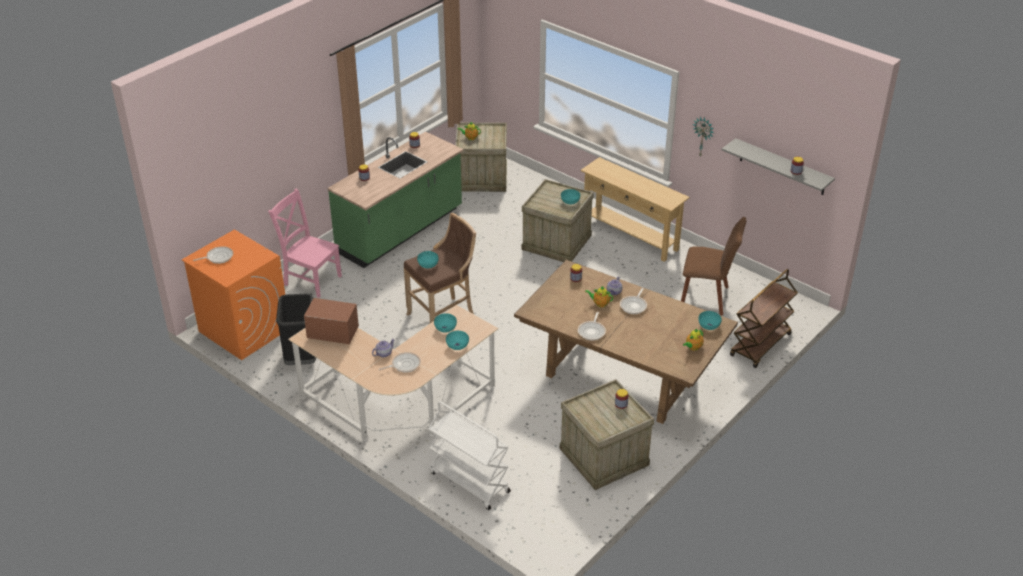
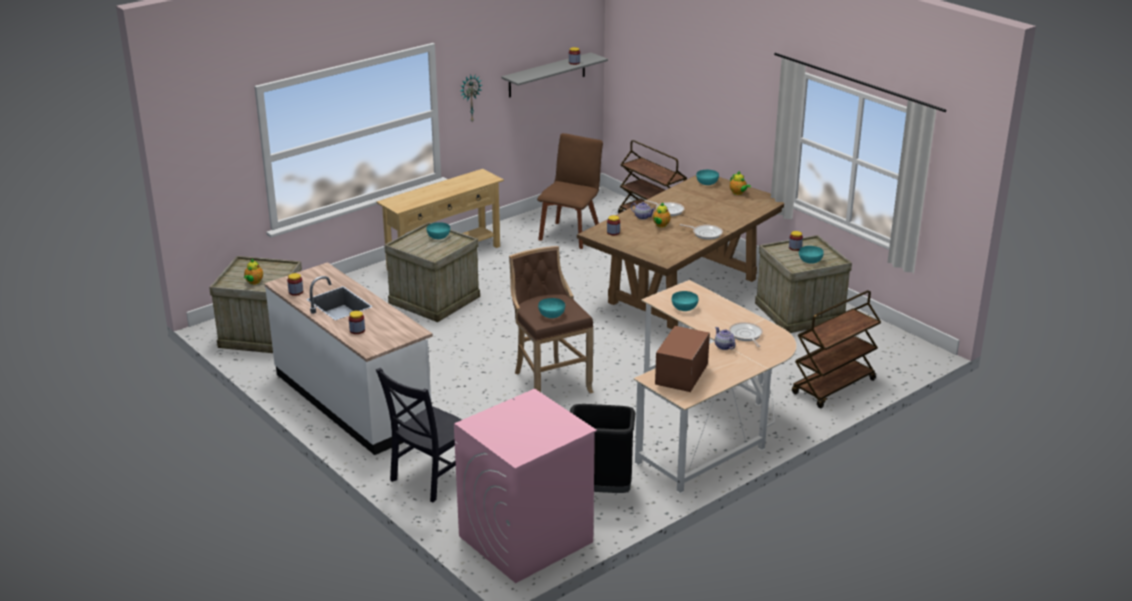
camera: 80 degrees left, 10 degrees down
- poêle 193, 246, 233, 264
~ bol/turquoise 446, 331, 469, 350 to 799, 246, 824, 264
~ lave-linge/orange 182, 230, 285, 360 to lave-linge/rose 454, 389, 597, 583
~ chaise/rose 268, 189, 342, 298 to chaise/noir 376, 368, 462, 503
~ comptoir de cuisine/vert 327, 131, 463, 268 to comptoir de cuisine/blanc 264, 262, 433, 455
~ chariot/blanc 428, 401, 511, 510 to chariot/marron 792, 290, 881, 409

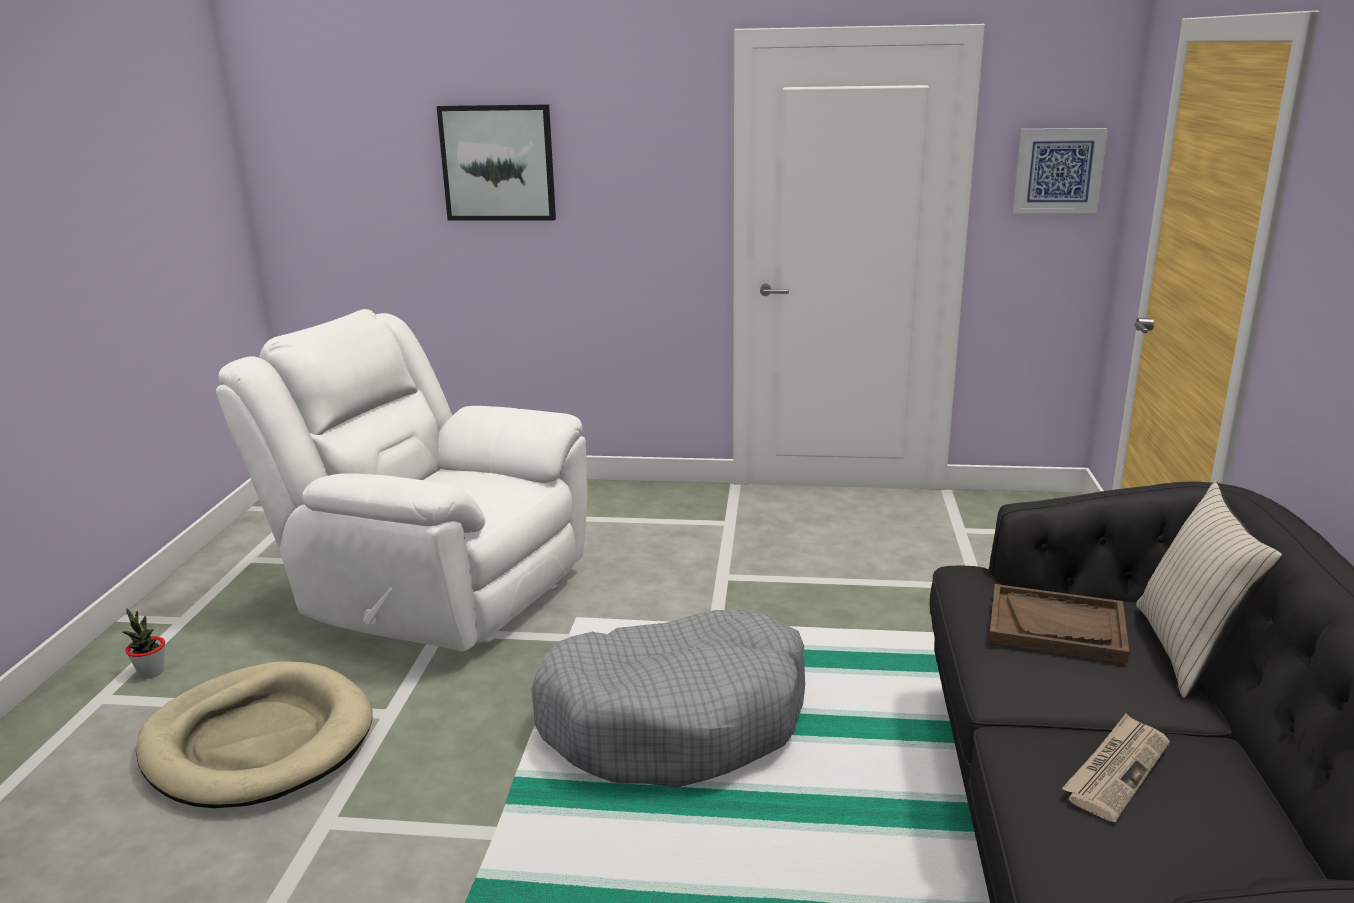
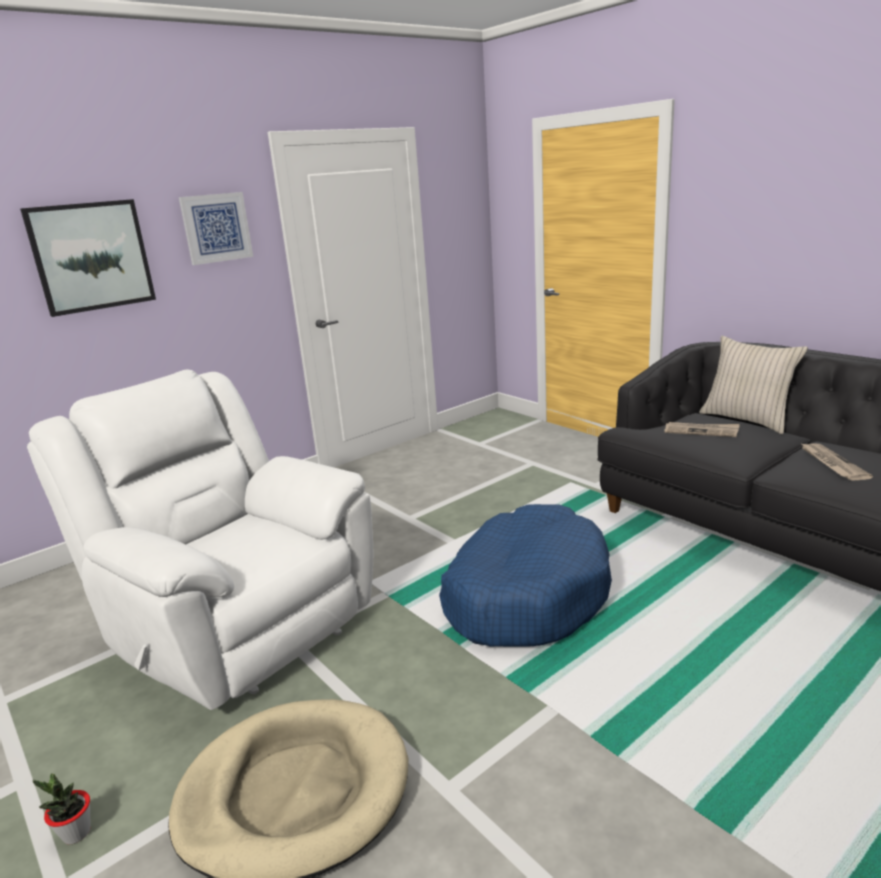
camera: 45 degrees left, 0 degrees up
~ tableau 1013, 128, 1108, 213 to 179, 192, 253, 265
~ plateau/marron 989, 584, 1129, 663 to journal 664, 422, 740, 437
~ panier pour chien/gris 531, 610, 805, 788 to panier pour chien/bleu 439, 504, 612, 647
~ fauteuil/blanc 216, 309, 587, 651 = 27, 370, 373, 710 60 degrees clockwise

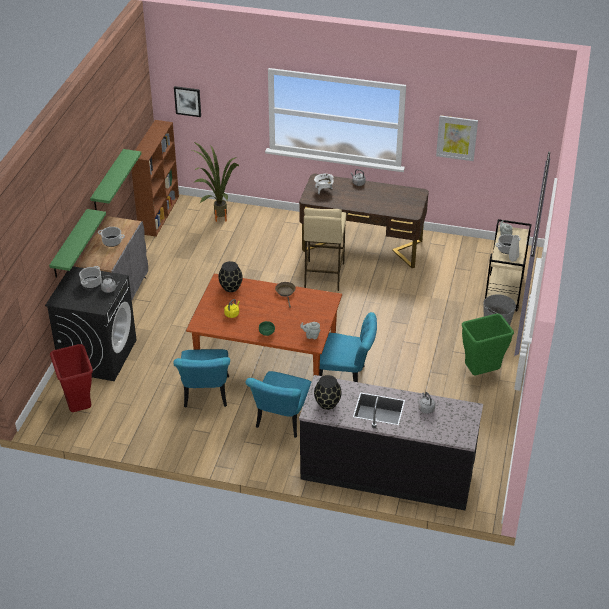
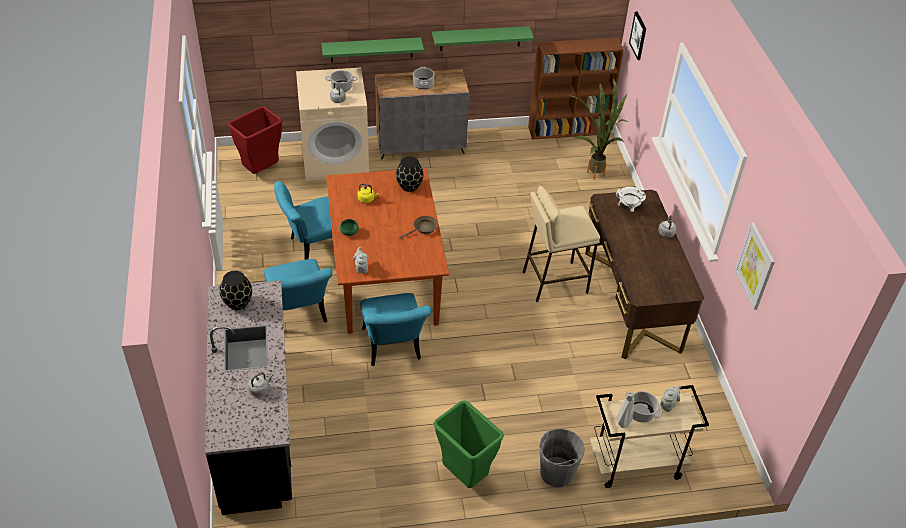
camera: 65 degrees right, 5 degrees up
~ lave-linge/noir 45, 266, 137, 381 to lave-linge/beige 296, 68, 369, 181
~ chaise/turquoise 245, 371, 311, 438 = 264, 259, 332, 323 105 degrees counterclockwise

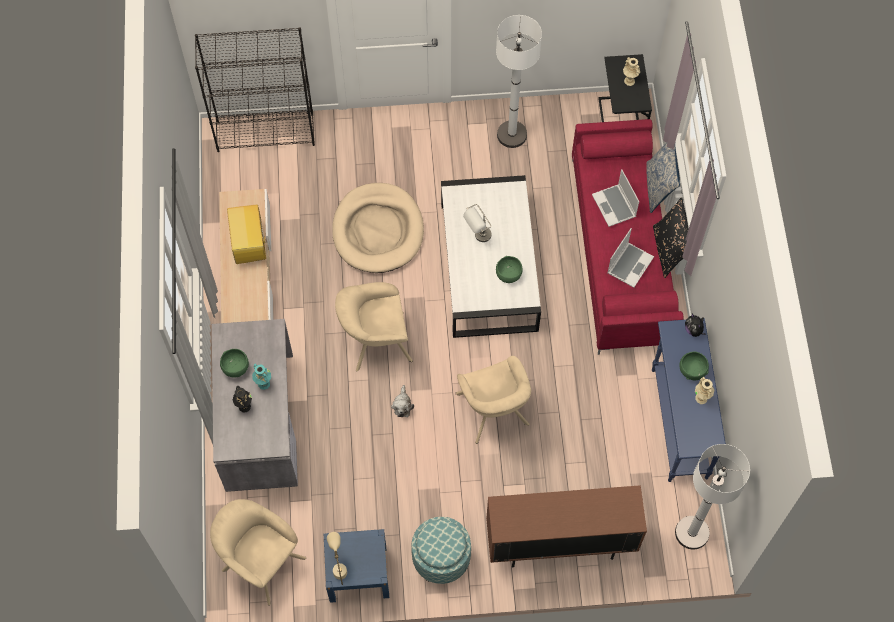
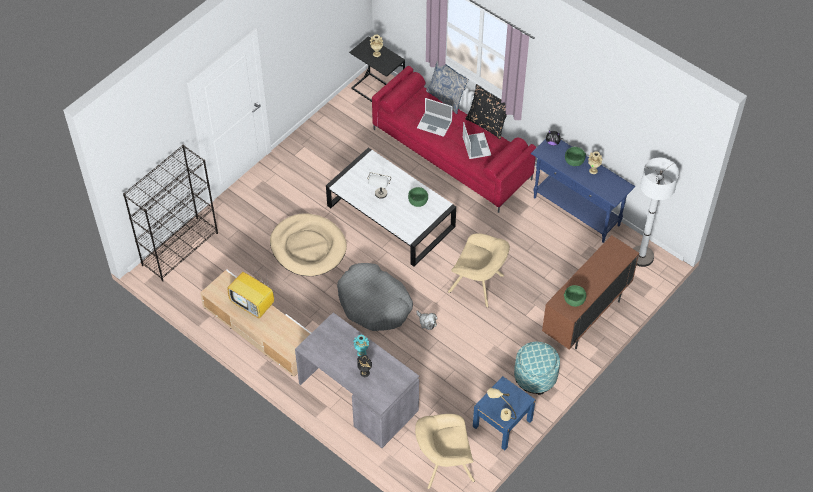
camera: 45 degrees left, 10 degrees down
- lampadaire/blanc 496, 15, 542, 148
~ bol/vert 220, 349, 249, 378 to 564, 285, 586, 307
~ fauteuil/beige 335, 282, 413, 371 to panier pour chien/gris 337, 263, 413, 331

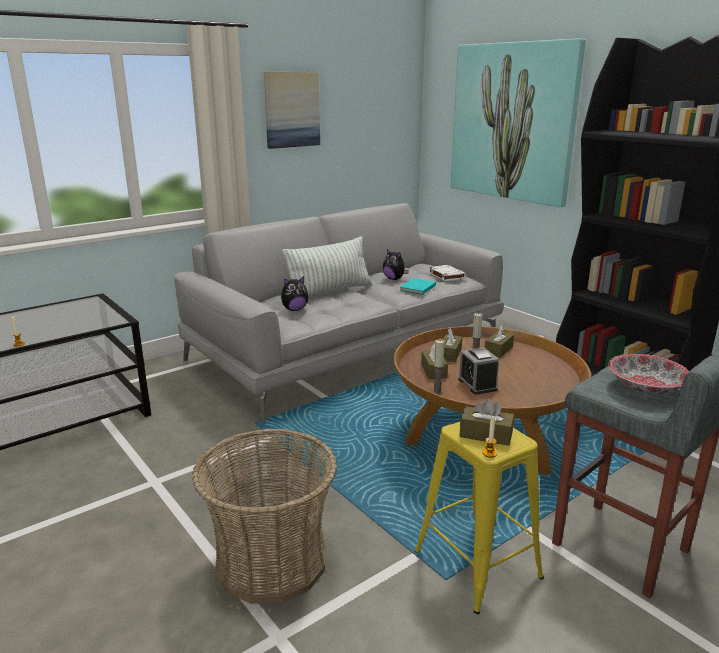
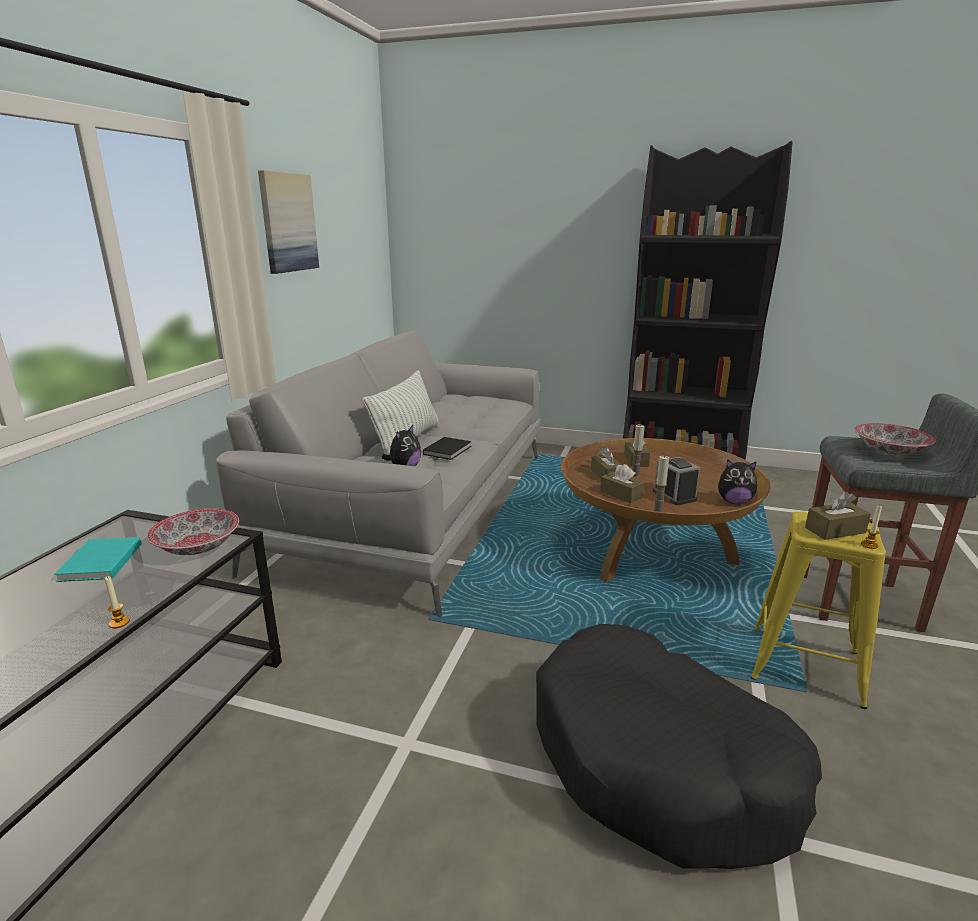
camera: 35 degrees left, 0 degrees up
- livre/blanc 429, 265, 466, 281
- tableau 451, 38, 586, 207
+ bol 147, 508, 239, 555
+ livre/noir 423, 437, 471, 460
~ peluche 383, 249, 409, 280 to 718, 459, 757, 504
~ livre/turquoise 400, 278, 436, 295 to 54, 537, 142, 582
~ panier 192, 428, 337, 604 to panier pour chien/noir 536, 624, 822, 869
~ réveil 458, 348, 499, 395 = 653, 457, 700, 505 150 degrees counterclockwise

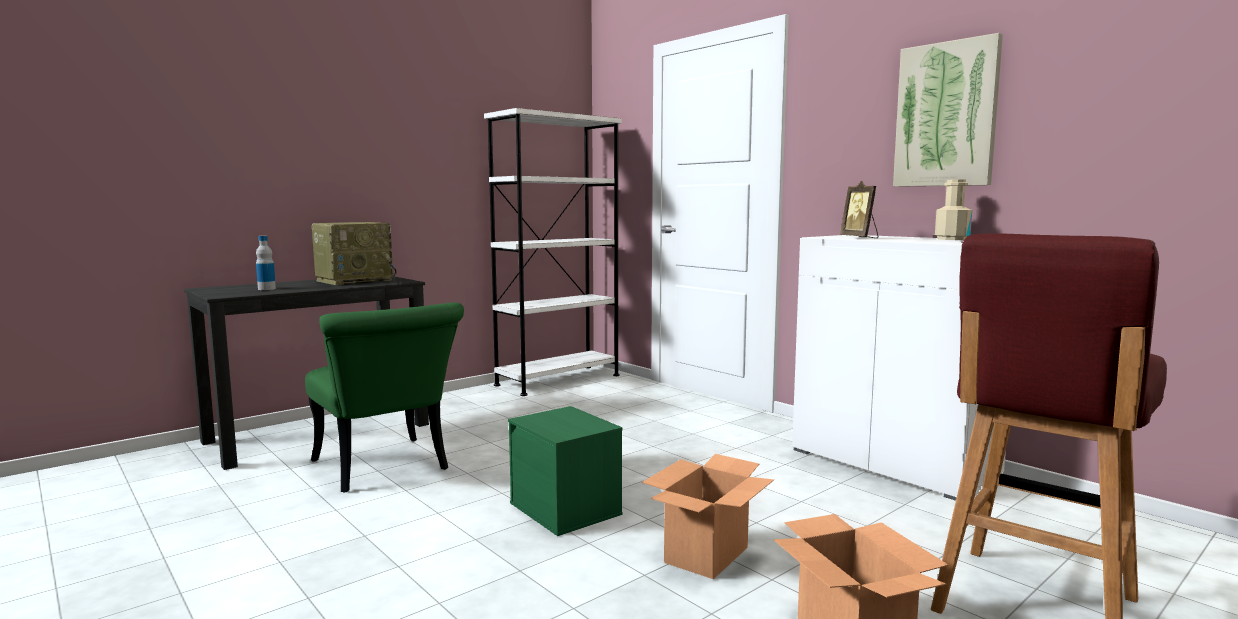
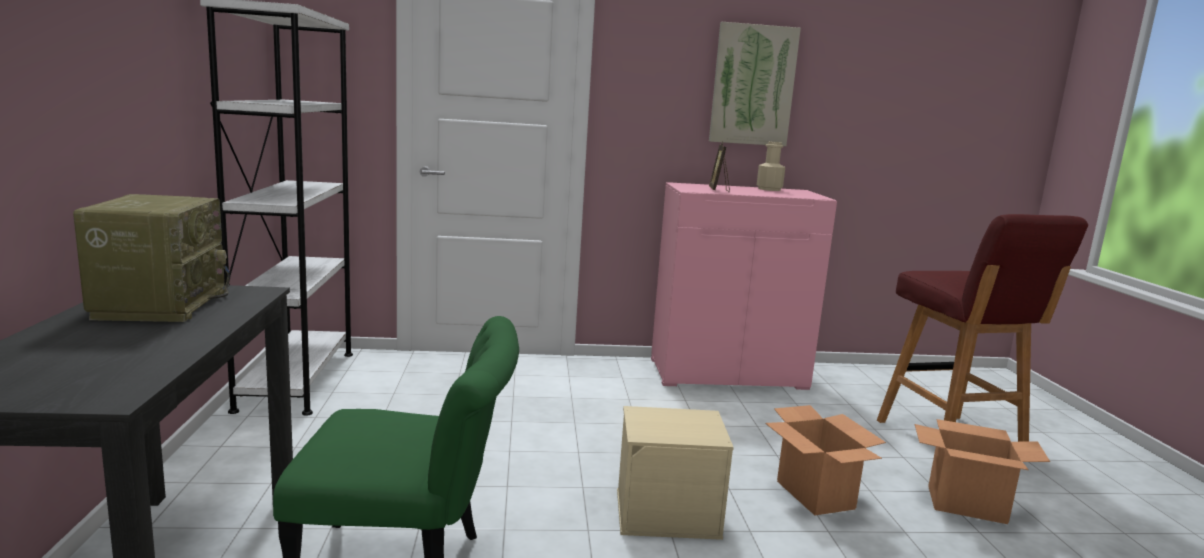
camera: 55 degrees left, 5 degrees up
- bouteille 256, 236, 276, 290
~ boîte de rangement/vert 508, 406, 623, 536 to boîte de rangement/beige 617, 406, 734, 540
~ meuble de rangement/blanc 792, 235, 1006, 501 to meuble de rangement/rose 651, 182, 837, 390
~ cadre photo 840, 181, 878, 238 = 709, 141, 730, 193 75 degrees clockwise

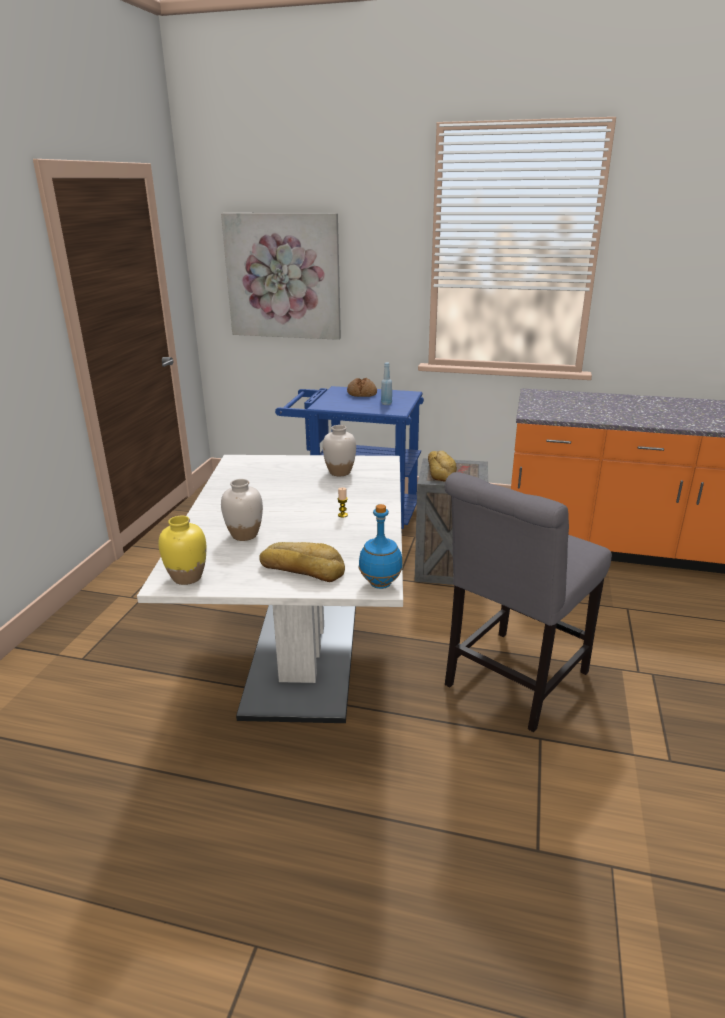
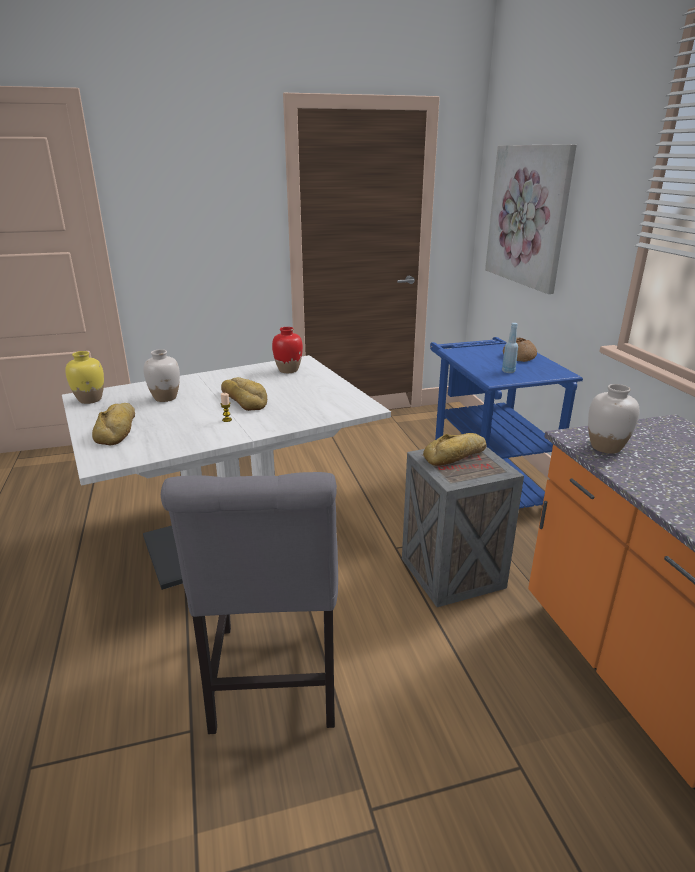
camera: 60 degrees right, 0 degrees up
- bouteille/bleu 359, 504, 403, 589
+ pain 221, 377, 267, 411
+ vase/rouge 272, 327, 303, 373
~ vase/blanc 323, 425, 356, 476 to 588, 384, 639, 454
~ chaise/gris 445, 472, 612, 732 = 161, 472, 338, 734 105 degrees counterclockwise

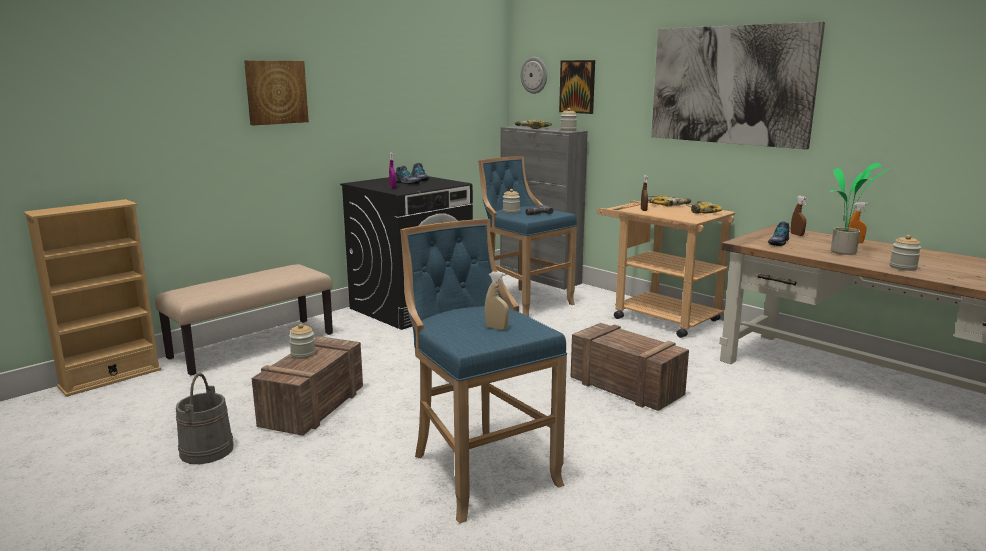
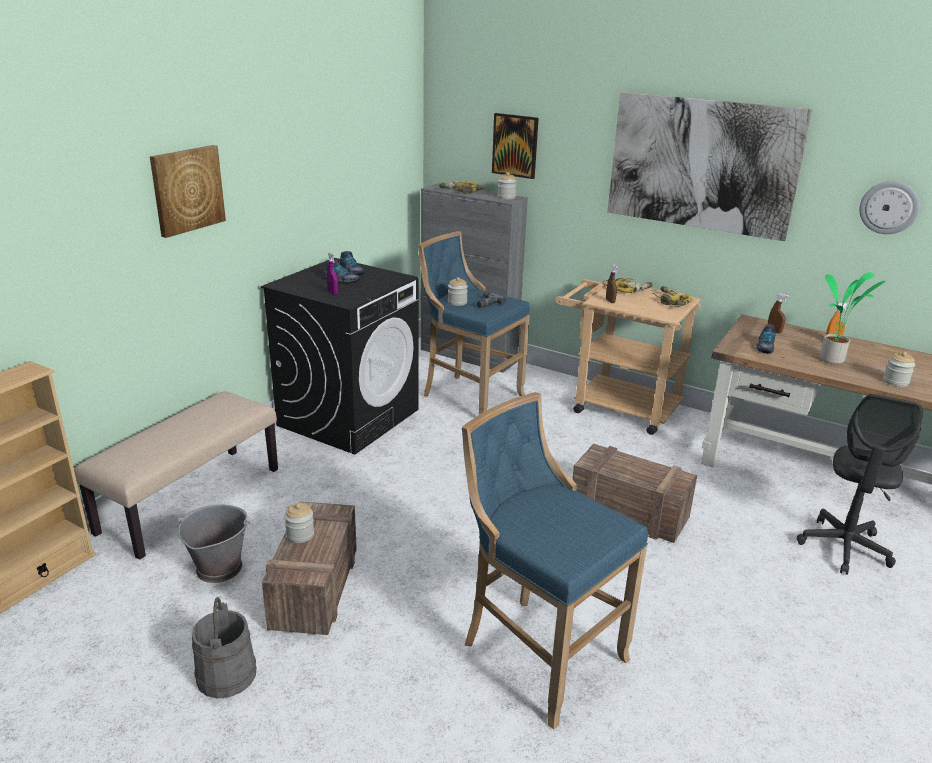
camera: 15 degrees left, 10 degrees up
- vaporisateur/beige 485, 272, 509, 330
+ seau/gris 177, 504, 250, 583
+ chaise de bureau/gris 797, 394, 923, 575
~ horloge murale 521, 57, 547, 94 to 859, 181, 920, 234

